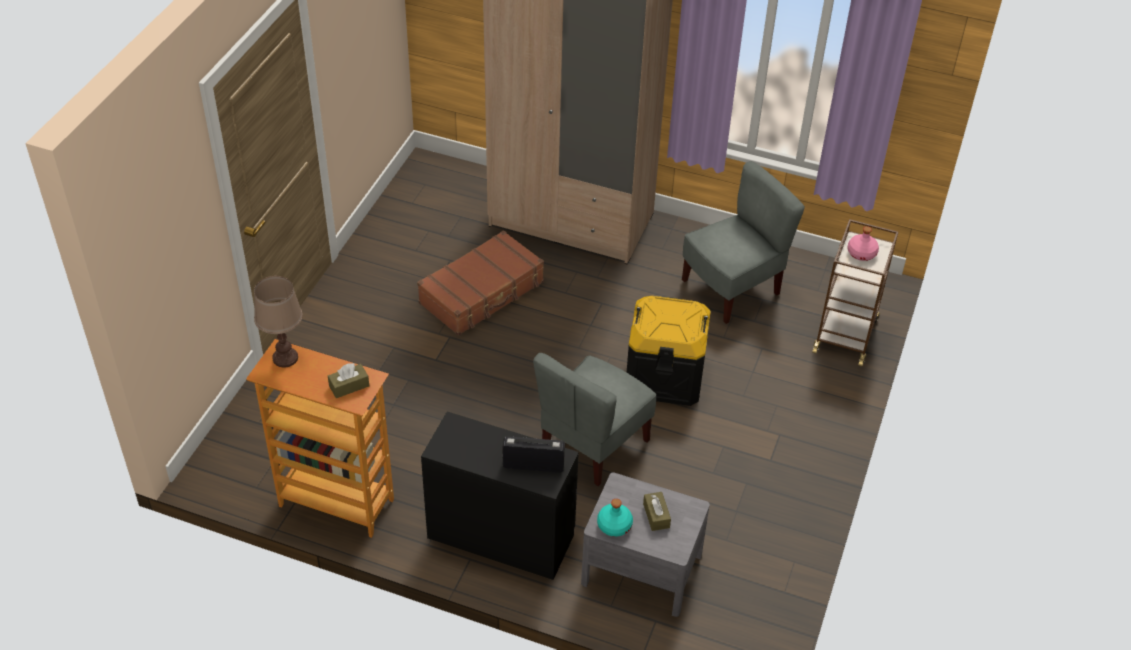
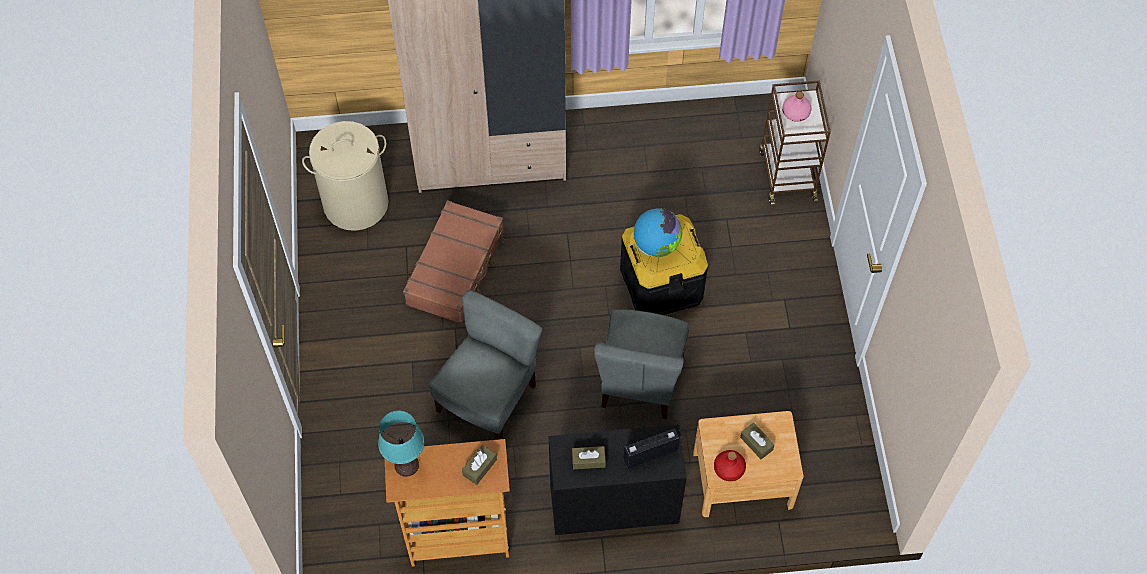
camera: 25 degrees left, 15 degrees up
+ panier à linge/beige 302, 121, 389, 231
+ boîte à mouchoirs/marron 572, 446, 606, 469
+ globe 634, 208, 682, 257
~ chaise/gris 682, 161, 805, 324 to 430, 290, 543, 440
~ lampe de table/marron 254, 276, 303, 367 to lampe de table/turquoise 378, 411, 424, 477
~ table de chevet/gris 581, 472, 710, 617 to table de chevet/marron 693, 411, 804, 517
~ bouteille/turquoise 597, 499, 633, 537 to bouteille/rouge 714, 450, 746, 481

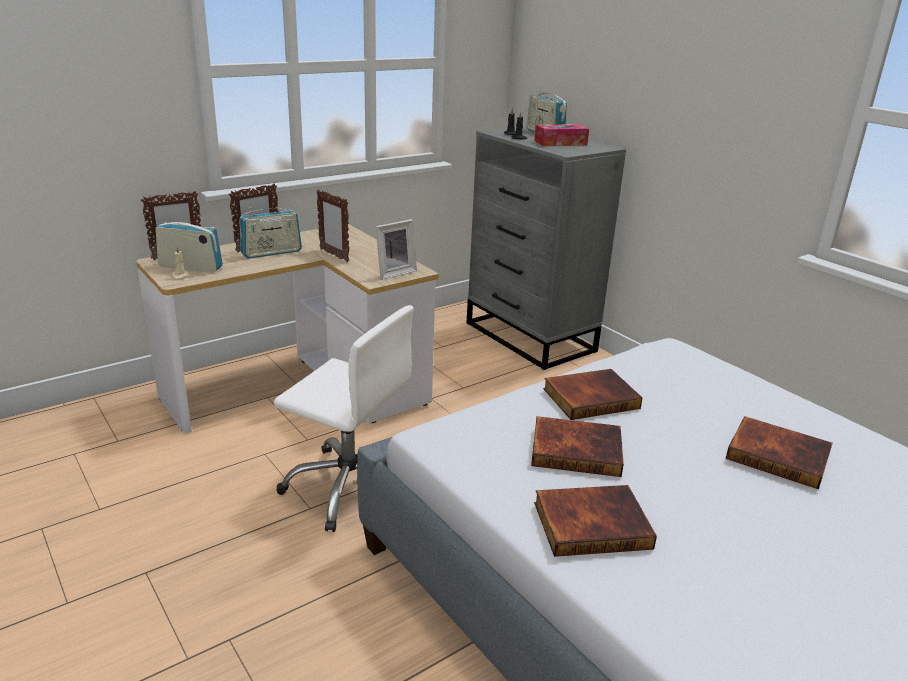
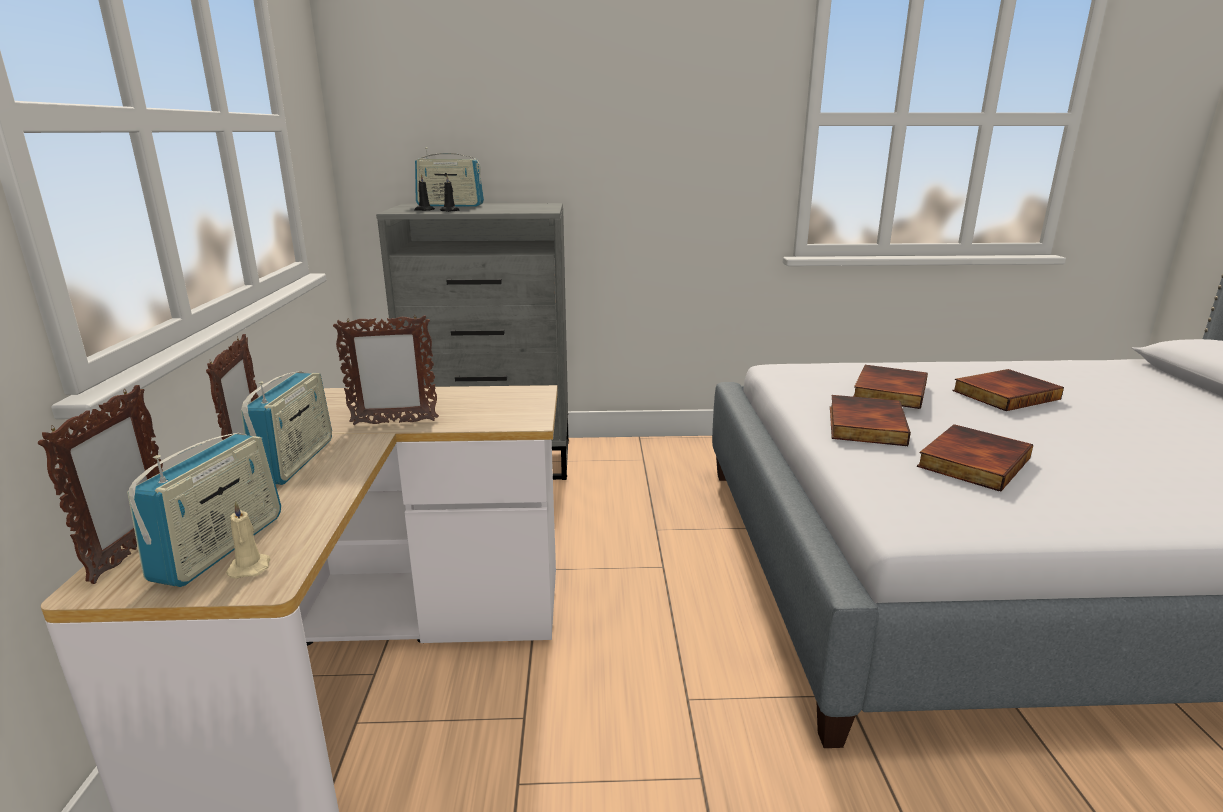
camera: 55 degrees left, 5 degrees down
- chaise de bureau/blanc 274, 305, 414, 532
- cadre photo 376, 219, 417, 280
- boîte à mouchoirs 534, 124, 589, 146
~ livre 534, 485, 657, 557 to 853, 365, 928, 409
~ radio 155, 218, 223, 273 = 127, 433, 281, 587 150 degrees clockwise

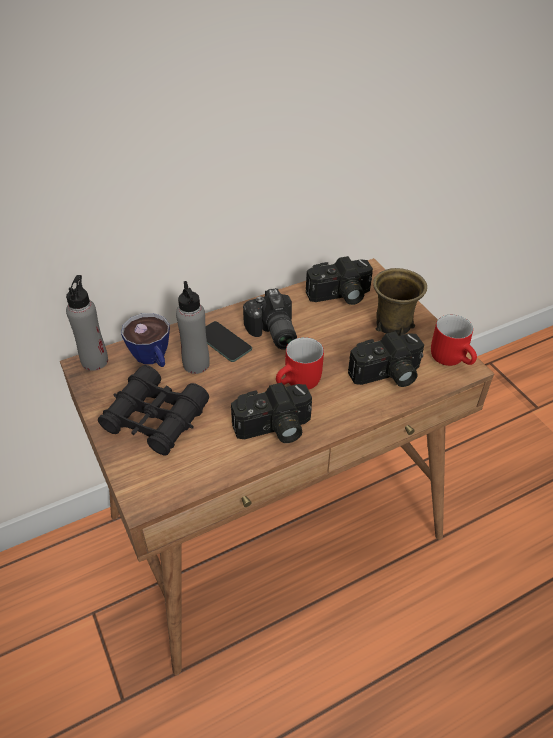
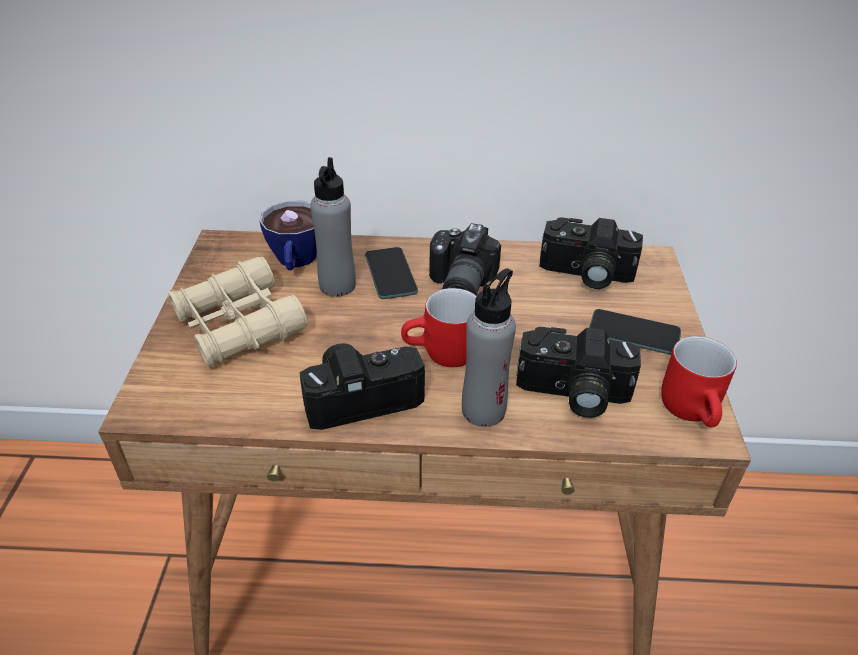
camera: 30 degrees right, 5 degrees down
~ bouteille/gris 66, 275, 108, 371 to 462, 268, 516, 427
~ mug/marron 373, 268, 427, 336 to téléphone 589, 309, 681, 355
~ jumelles/noir 98, 365, 209, 456 to jumelles/beige 168, 257, 308, 368
~ appareil photo 231, 382, 312, 443 = 299, 343, 425, 430 150 degrees clockwise

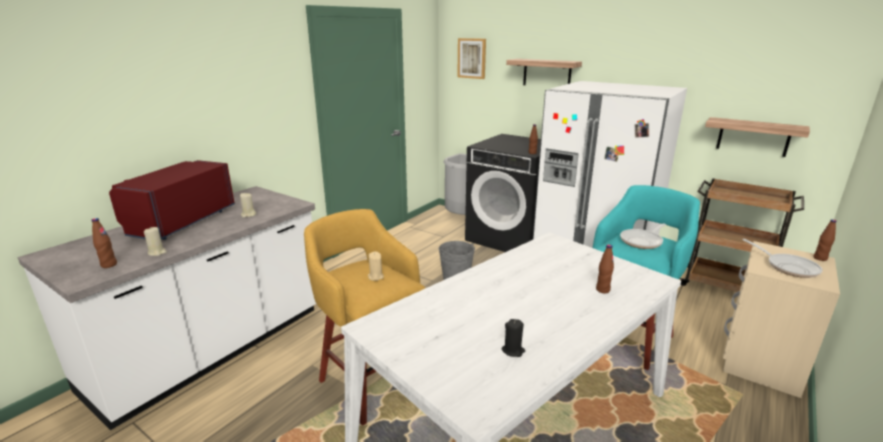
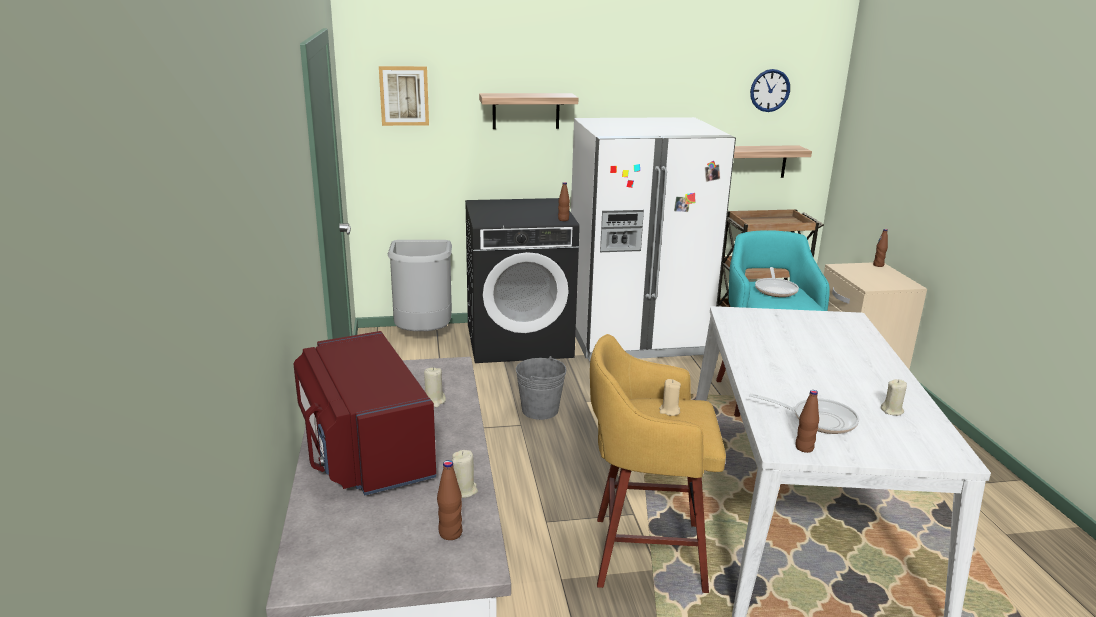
camera: 45 degrees left, 0 degrees up
+ horloge murale 750, 69, 790, 112
~ bouteille/marron 596, 244, 614, 293 to 795, 390, 819, 453
~ poêle 742, 239, 822, 278 to 749, 393, 859, 434
~ bougie/noir 502, 319, 525, 357 to bougie/beige 881, 379, 907, 416

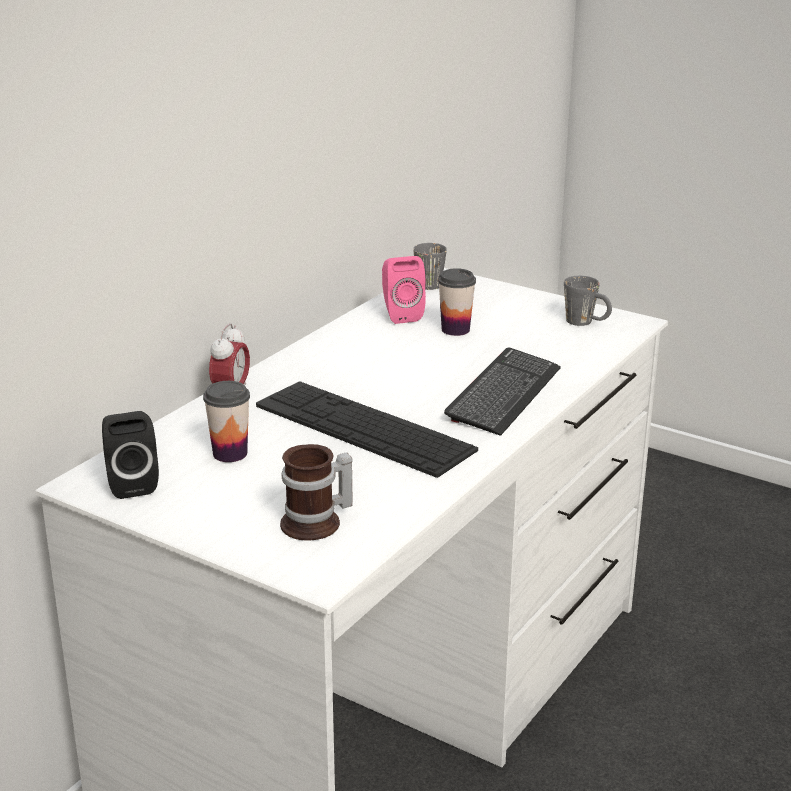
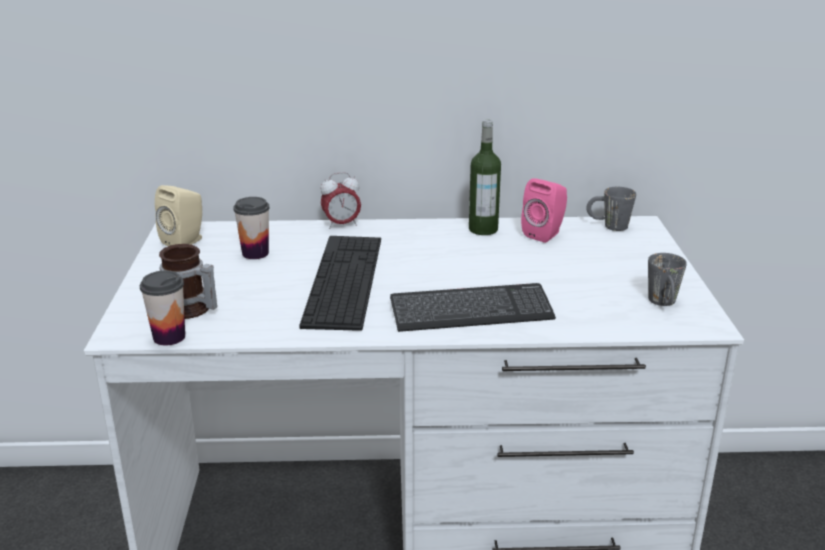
camera: 55 degrees right, 0 degrees up
+ bouteille 469, 120, 501, 235
~ tasse 438, 268, 476, 336 to 140, 271, 185, 345
~ enceinte/noir 102, 411, 159, 499 to enceinte/beige 155, 185, 202, 246

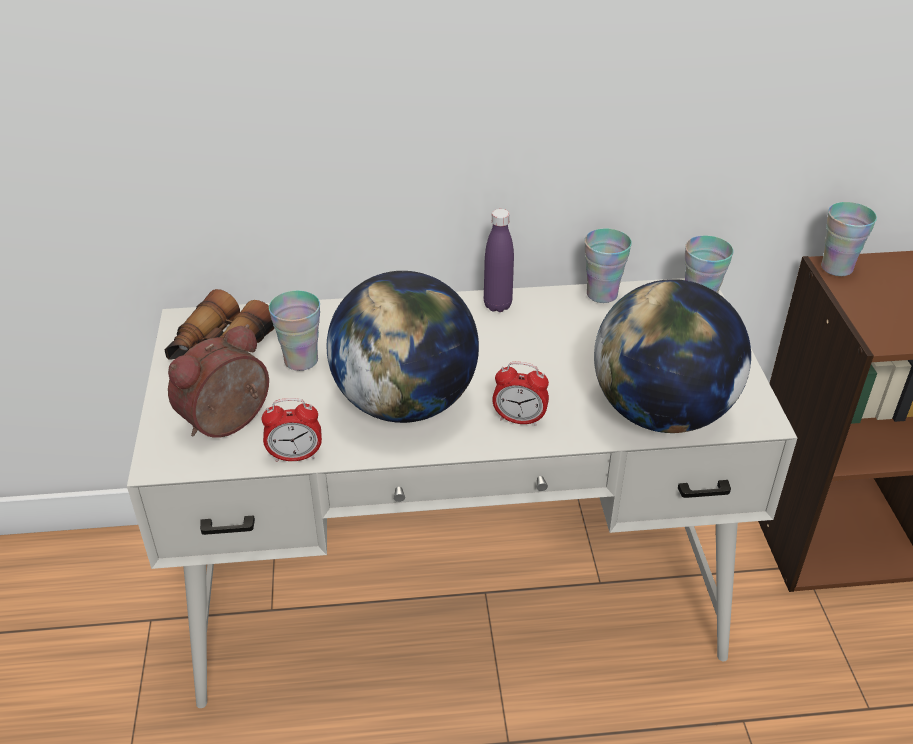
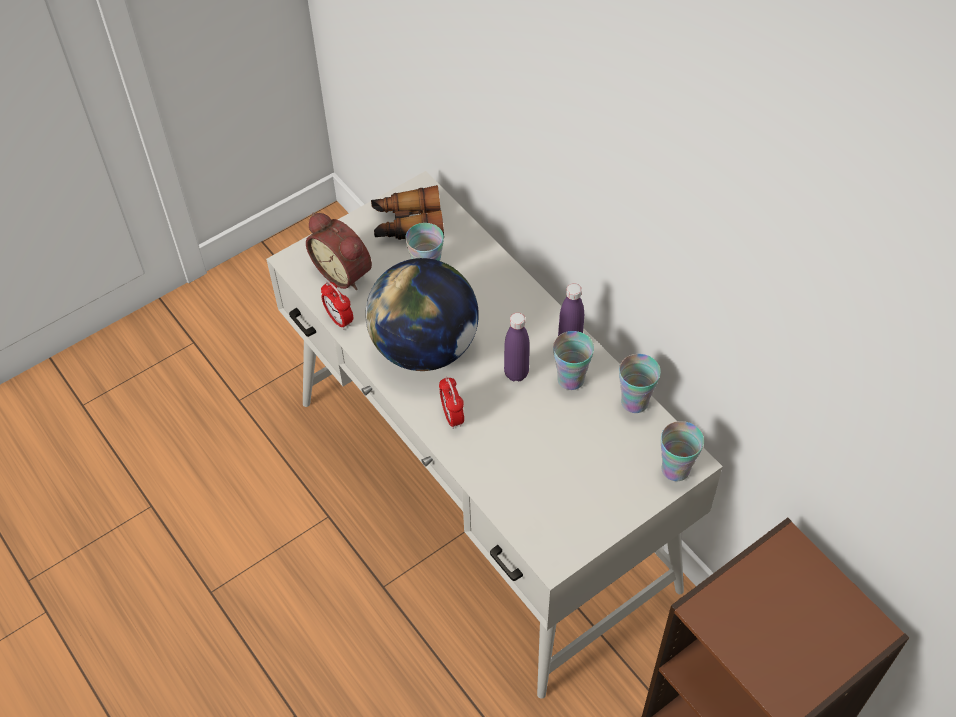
camera: 60 degrees right, 15 degrees up
- globe 594, 279, 751, 433
+ bouteille/violet 504, 313, 530, 381
~ tasse 821, 202, 877, 276 to 553, 331, 594, 390
~ réveil 168, 324, 269, 438 = 306, 213, 372, 290 150 degrees counterclockwise

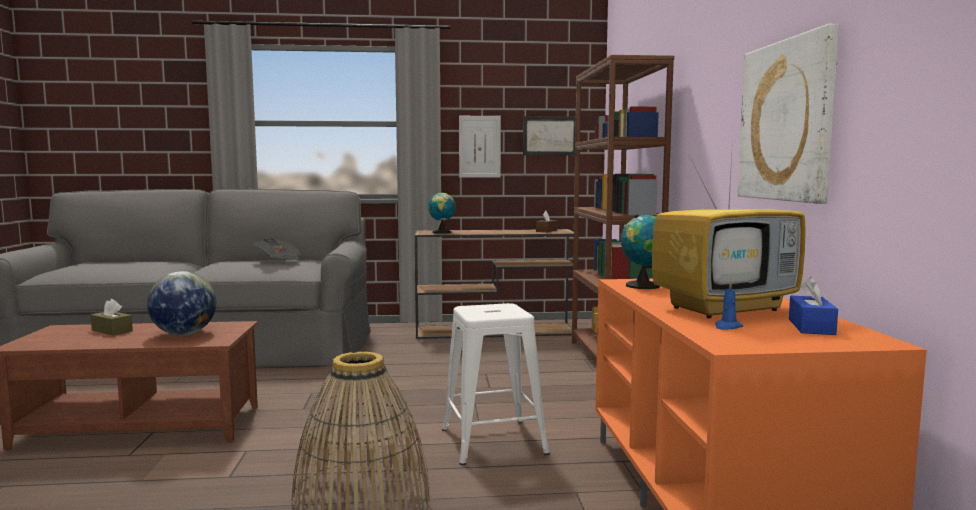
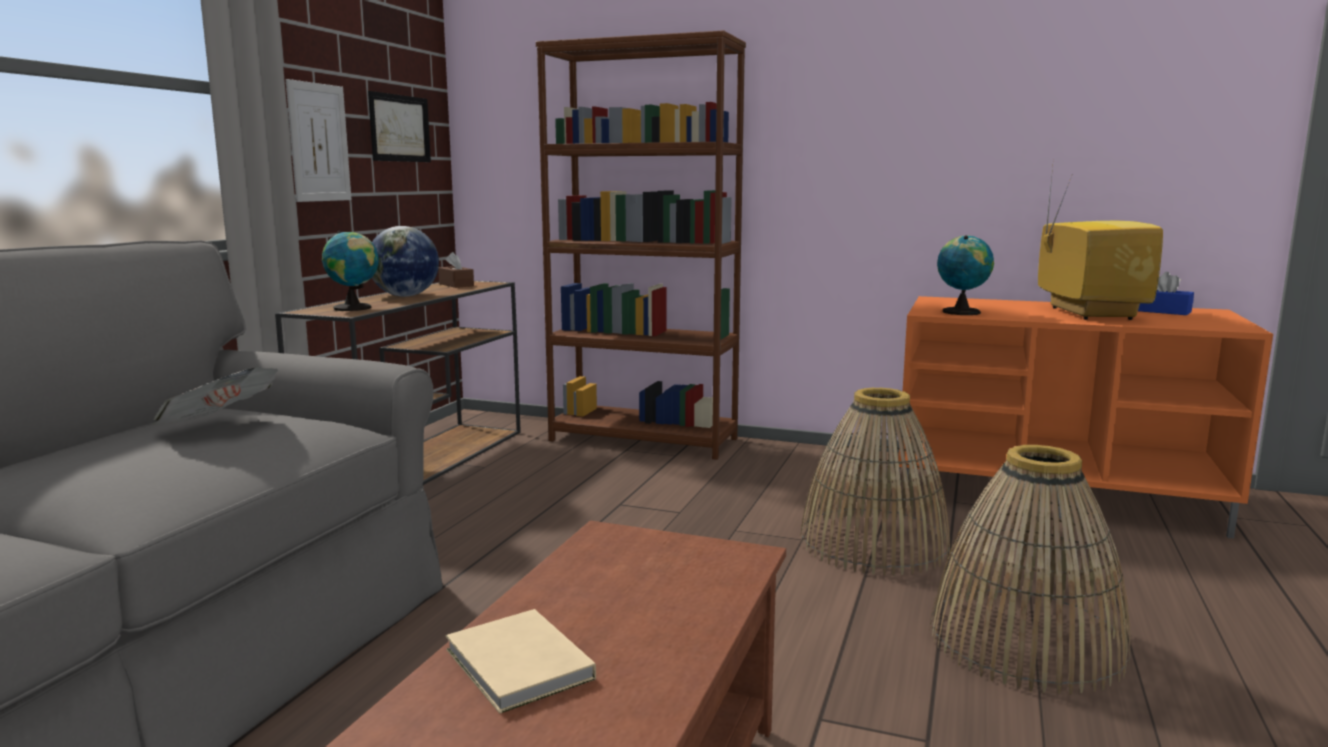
camera: 65 degrees left, 5 degrees up
- bougie/bleu 715, 280, 743, 330
- tableau 738, 24, 839, 204
~ globe 147, 271, 216, 335 to 372, 226, 439, 297
~ boîte à mouchoirs/marron 91, 299, 133, 335 to livre/beige 446, 609, 596, 714
~ tabouret/blanc 442, 303, 550, 465 to panier 801, 387, 950, 576

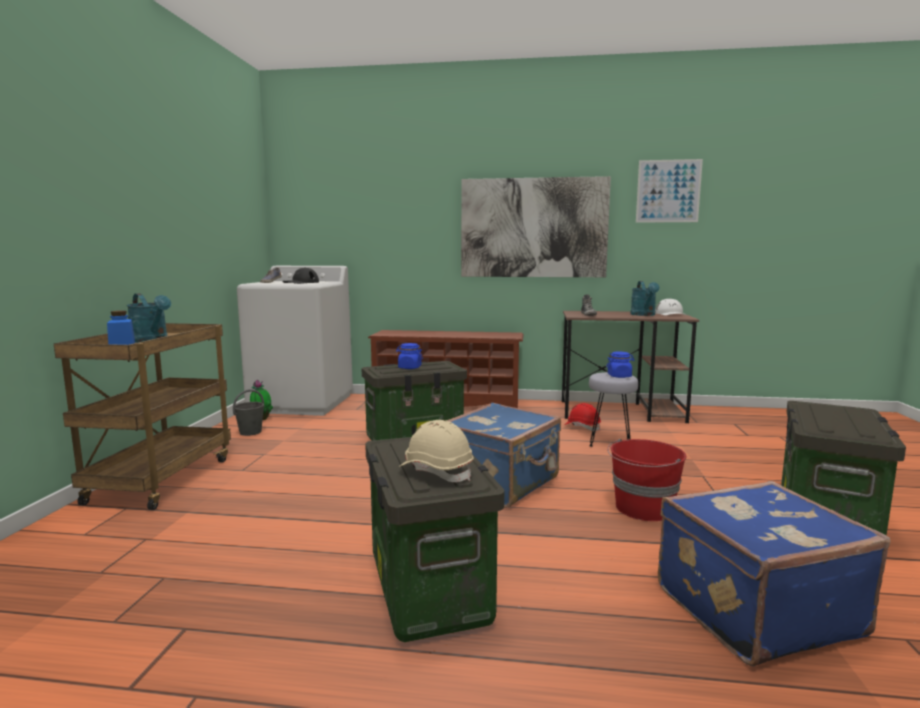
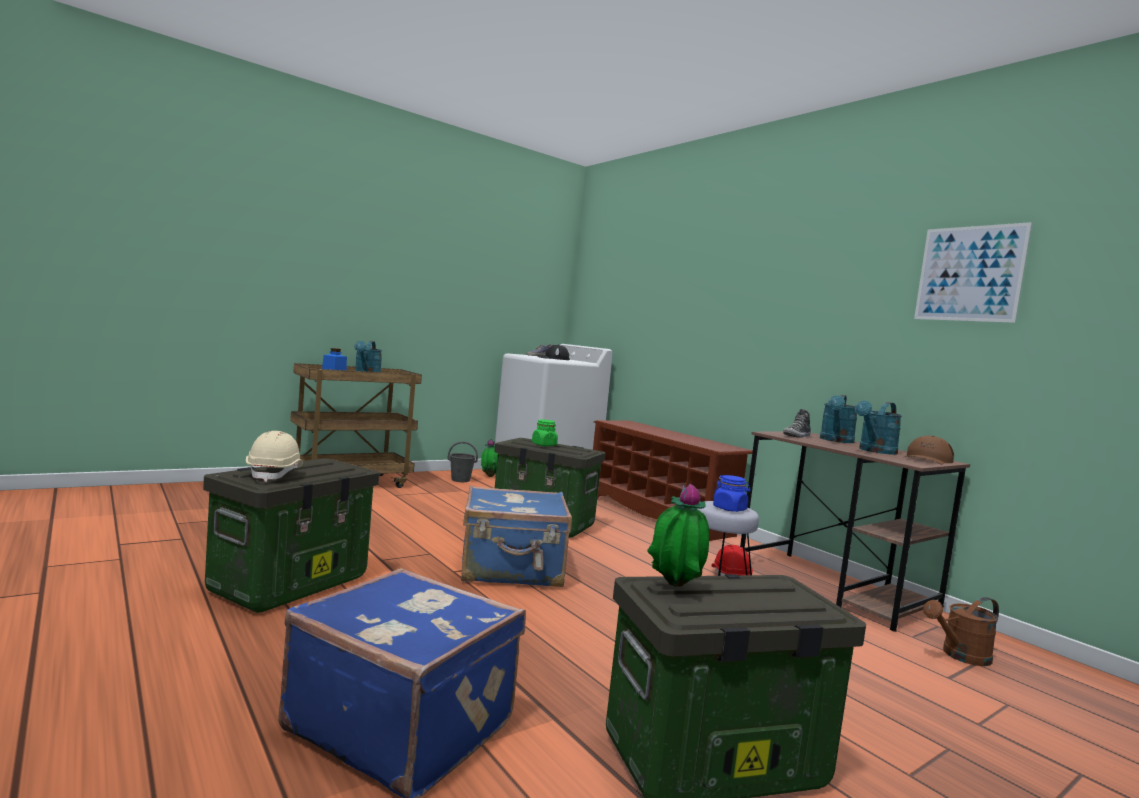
camera: 45 degrees right, 5 degrees down
- tableau 461, 176, 611, 277
- seau/rouge 607, 439, 686, 521
+ plante en pot 647, 484, 709, 587
+ arrosoir/turquoise 820, 395, 857, 443
+ arrosoir/marron 923, 597, 999, 666
~ bocal/bleu 396, 343, 423, 369 to bocal/vert 532, 419, 558, 446
~ casquette/blanc 655, 298, 687, 315 to casquette/marron 905, 436, 954, 464

